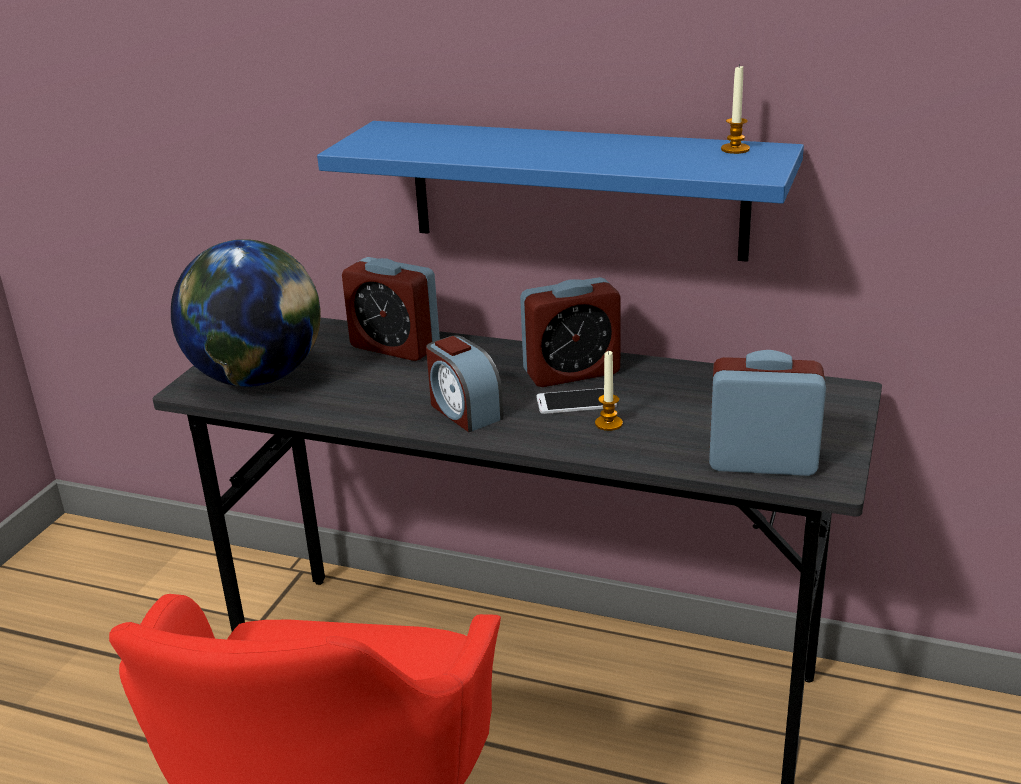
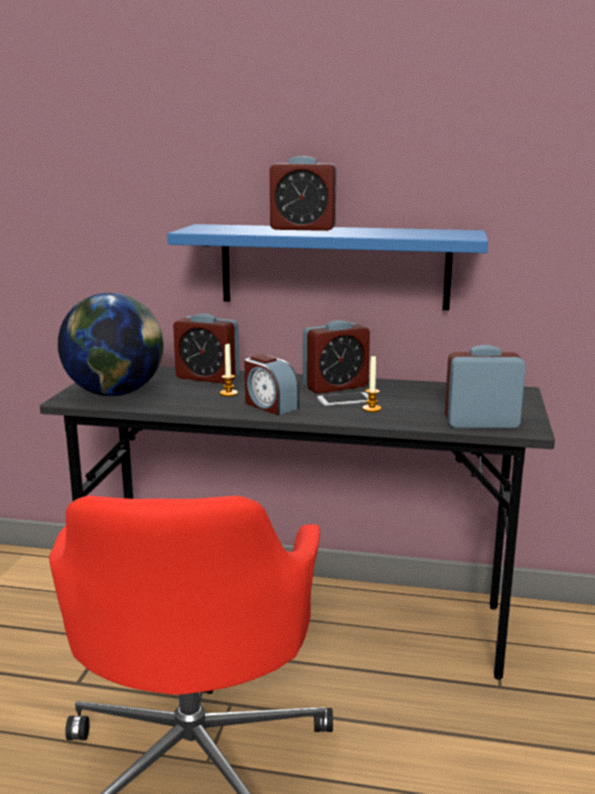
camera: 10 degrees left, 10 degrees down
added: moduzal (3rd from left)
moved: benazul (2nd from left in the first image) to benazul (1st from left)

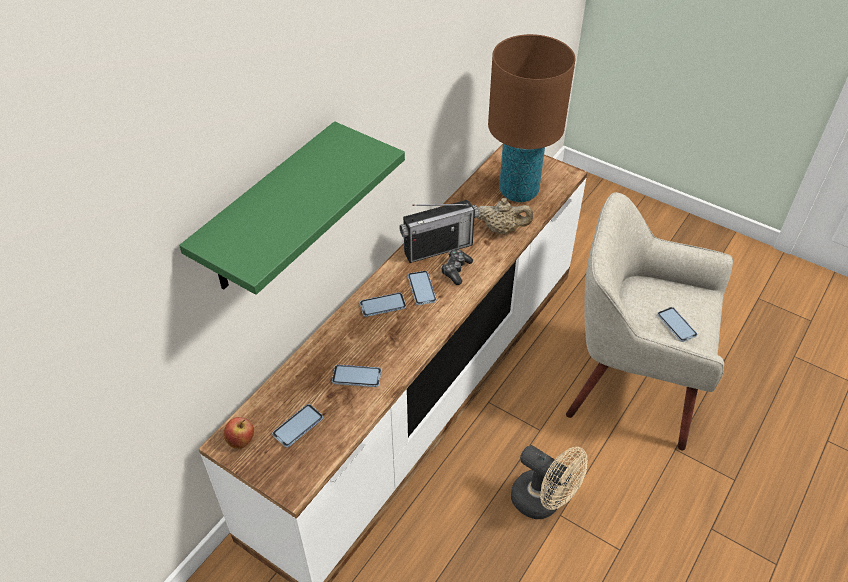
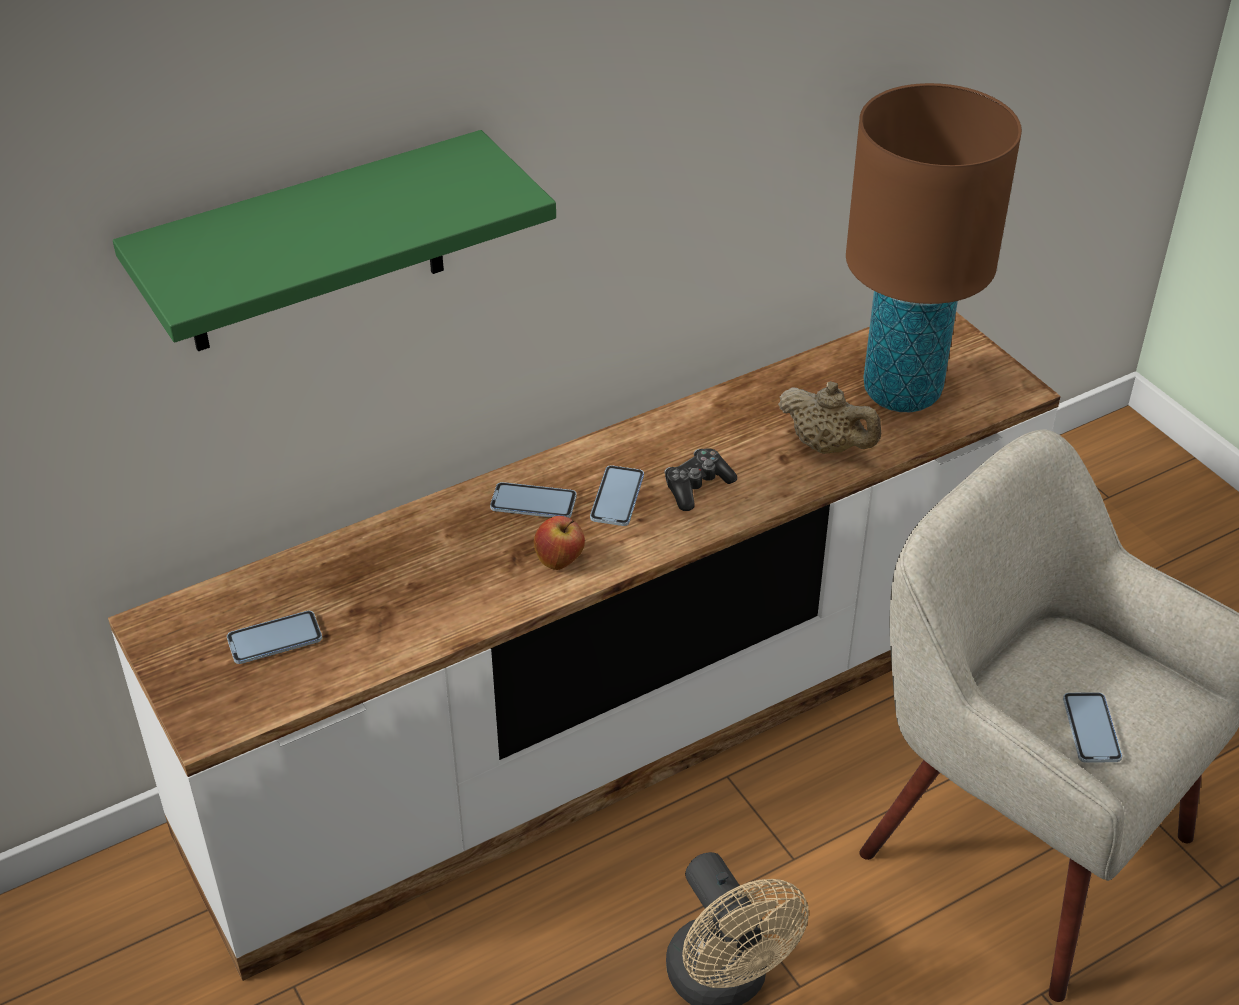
camera: 25 degrees right, 5 degrees down
removed: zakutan (2nd from left); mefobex
moved: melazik

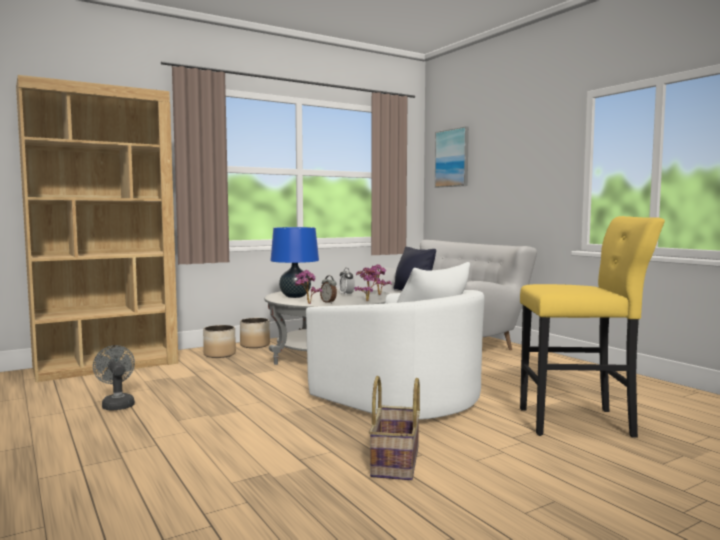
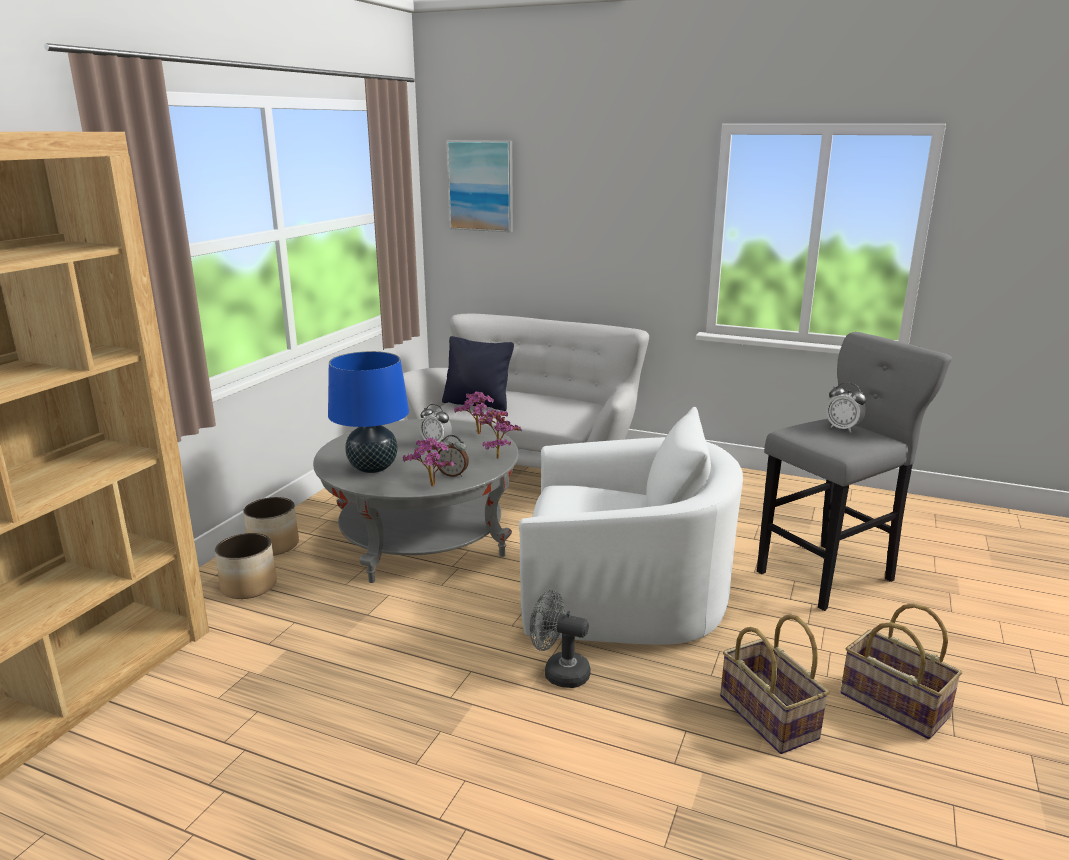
camera: 35 degrees left, 15 degrees up
added: moduzal (3rd from left); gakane (2nd from left)
moved: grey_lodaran
recoloured: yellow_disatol to grey_disatol

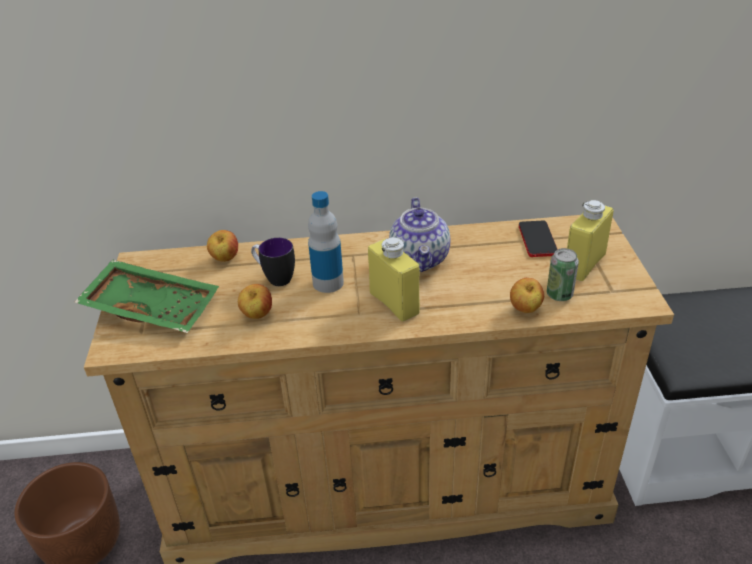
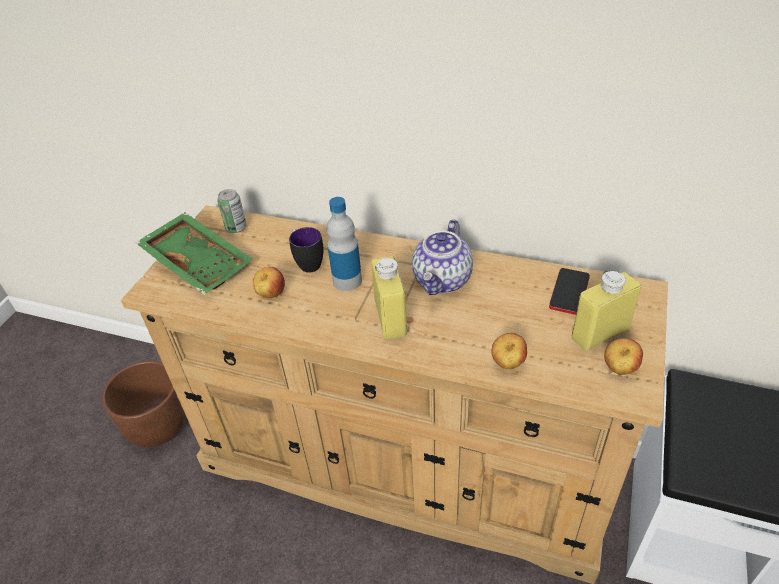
camera: 25 degrees right, 5 degrees up
moved: melazik (1st from left in the first image) to melazik (3rd from left); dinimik

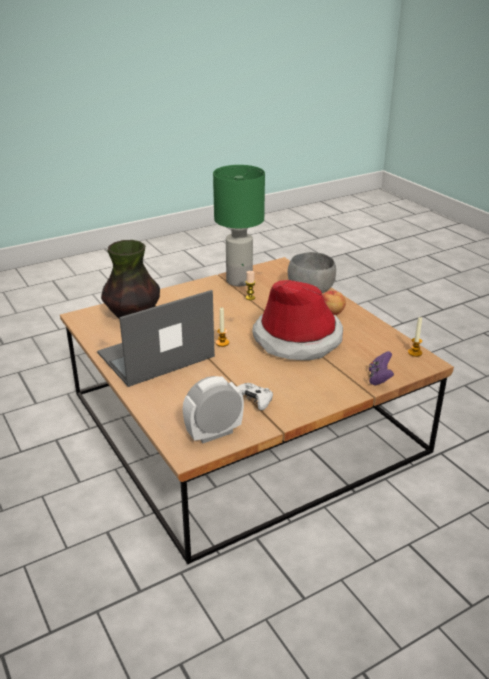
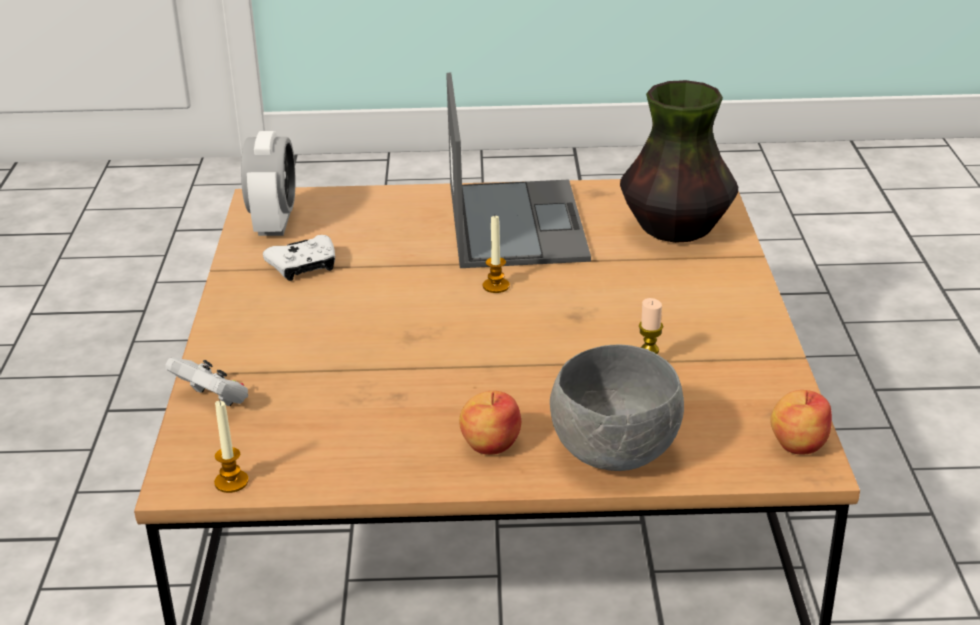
camera: 120 degrees right, 0 degrees up
removed: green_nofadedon; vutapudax
added: melazik (2nd from left)
recoloured: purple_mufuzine to white_mufuzine (1st from left)

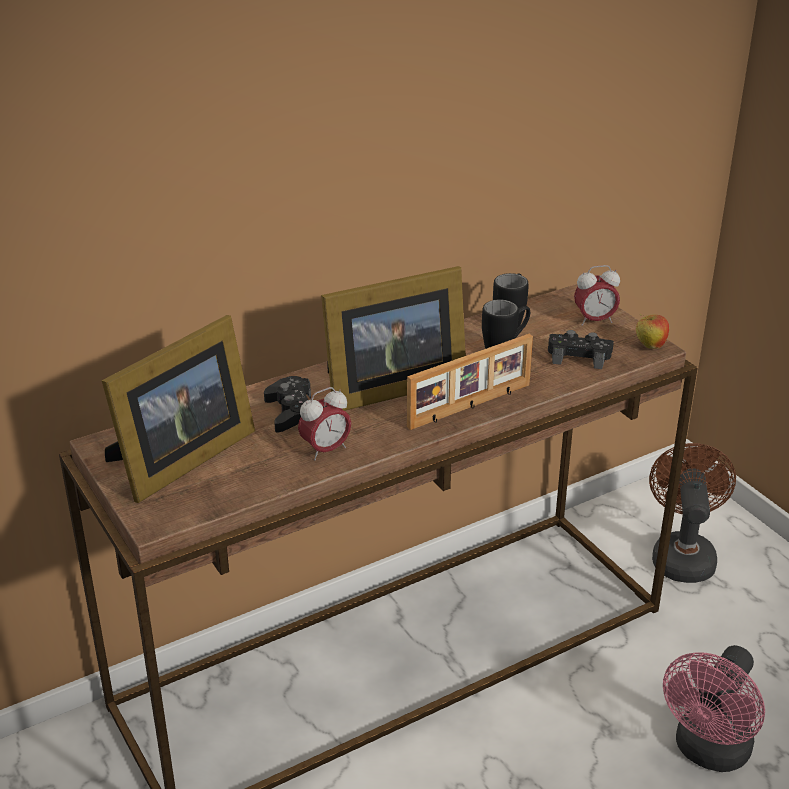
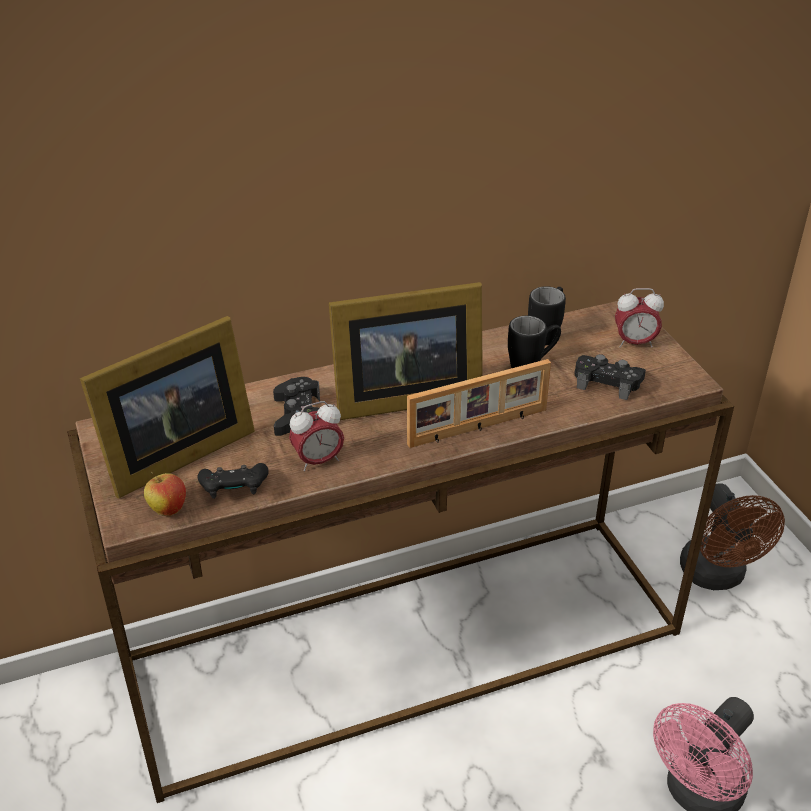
camera: 10 degrees right, 5 degrees up
added: black_mufuzine (1st from left)
moved: melazik
turned: brown_lodaran 150 degrees clockwise

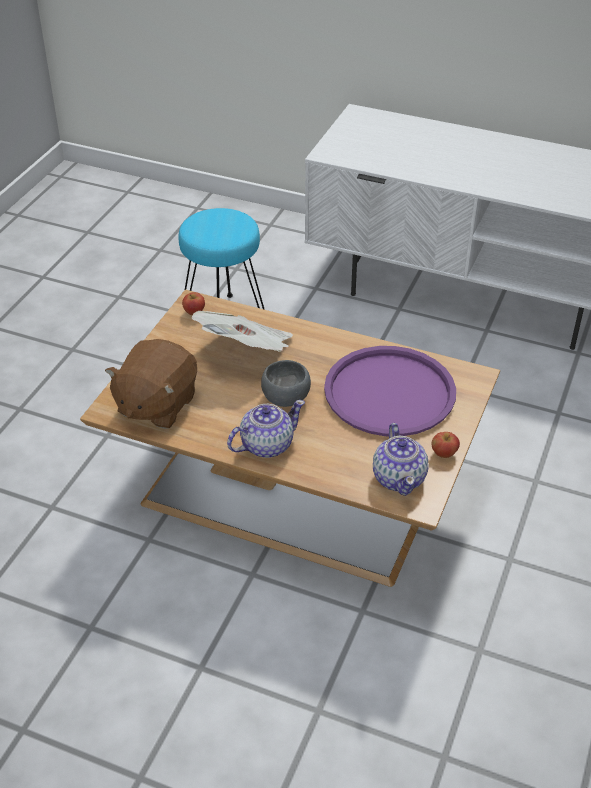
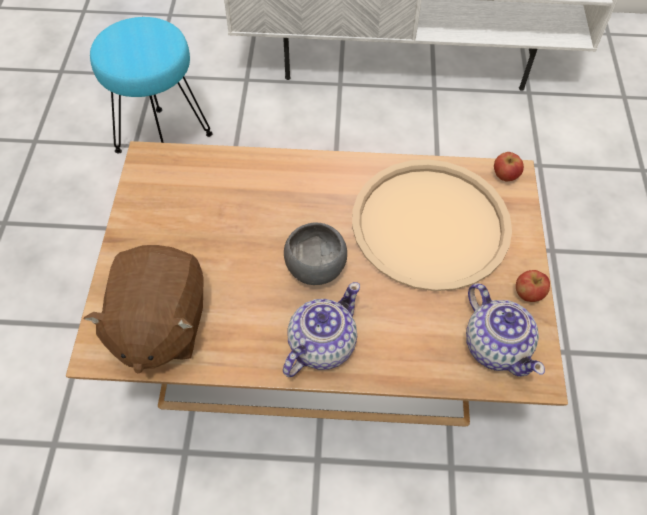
camera: 20 degrees left, 15 degrees up
removed: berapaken
moved: melazik (1st from left)
recoloured: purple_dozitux to beige_dozitux

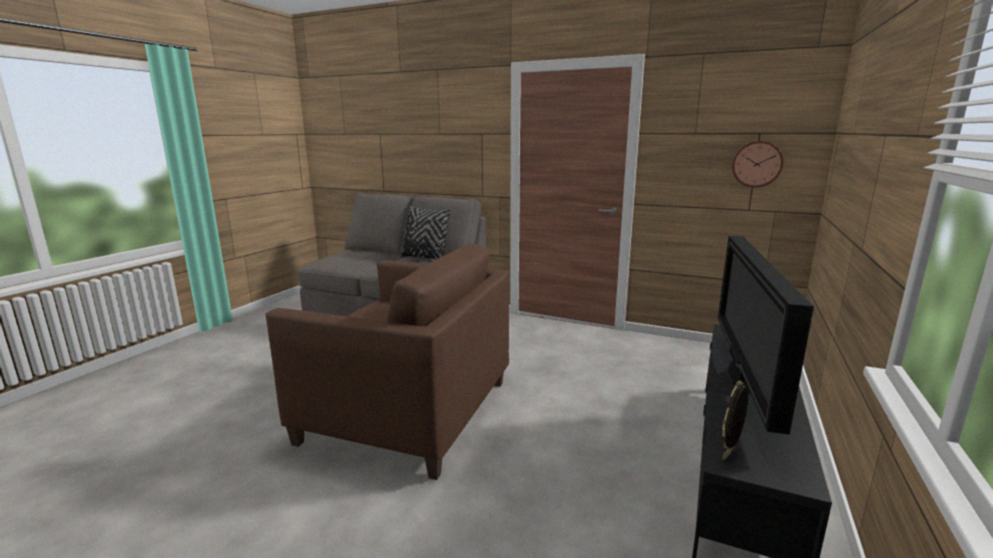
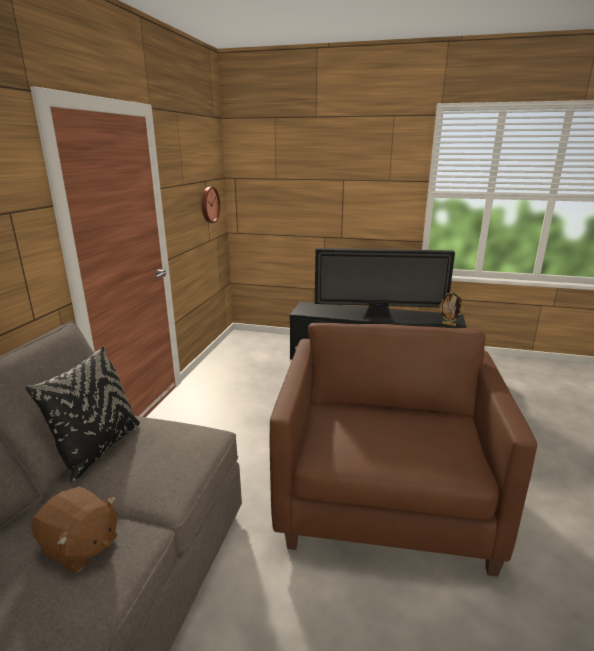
camera: 100 degrees left, 5 degrees up
added: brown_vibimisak

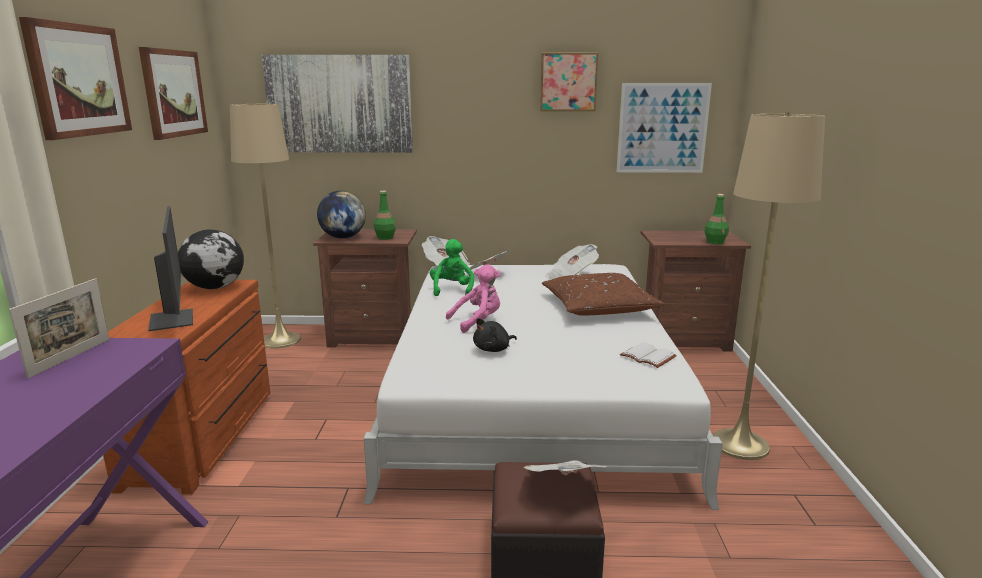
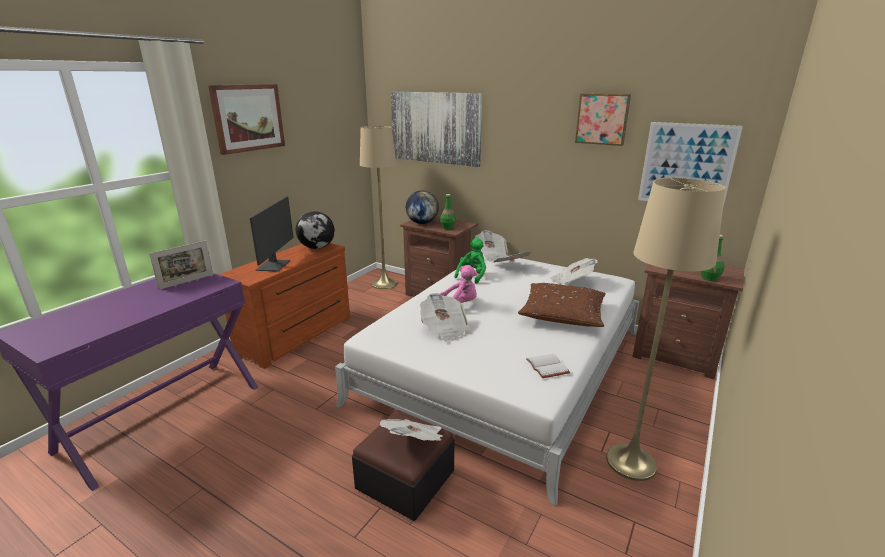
camera: 30 degrees right, 5 degrees up
removed: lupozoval (2nd from left)
replaced: black_vibimisak to berapaken (2nd from left)

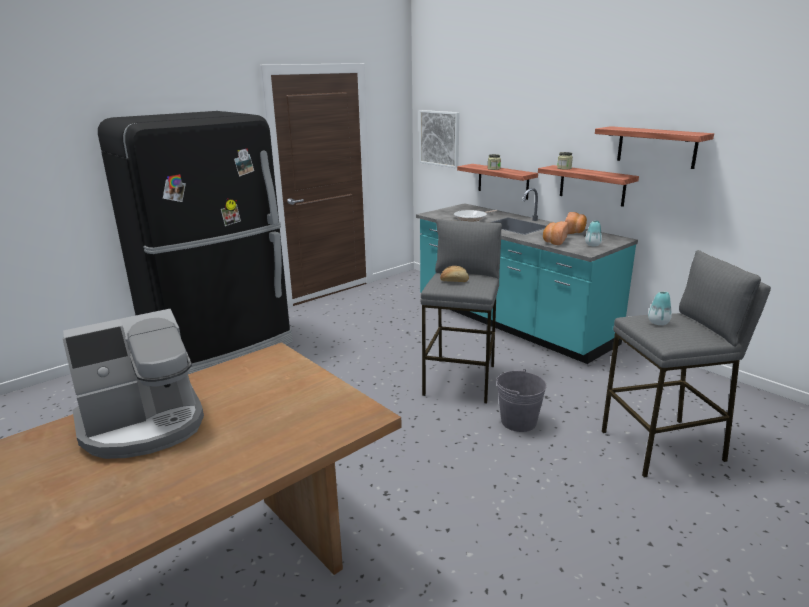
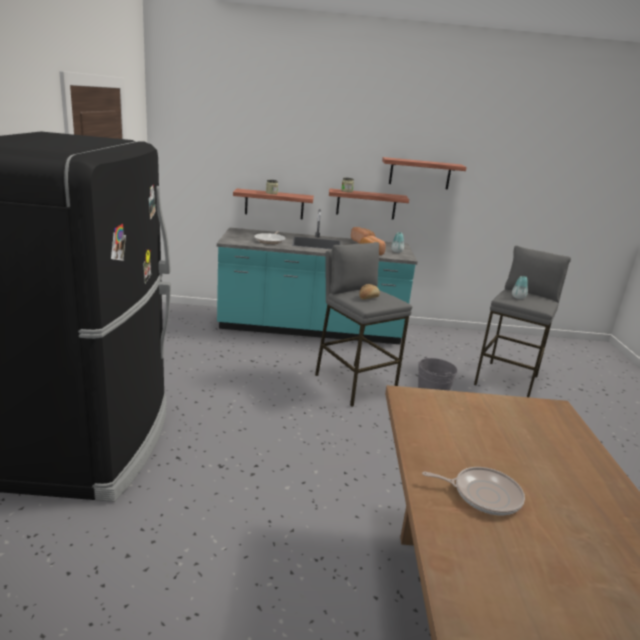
camera: 50 degrees left, 0 degrees up
removed: lupozoval
replaced: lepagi to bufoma (2nd from left)

